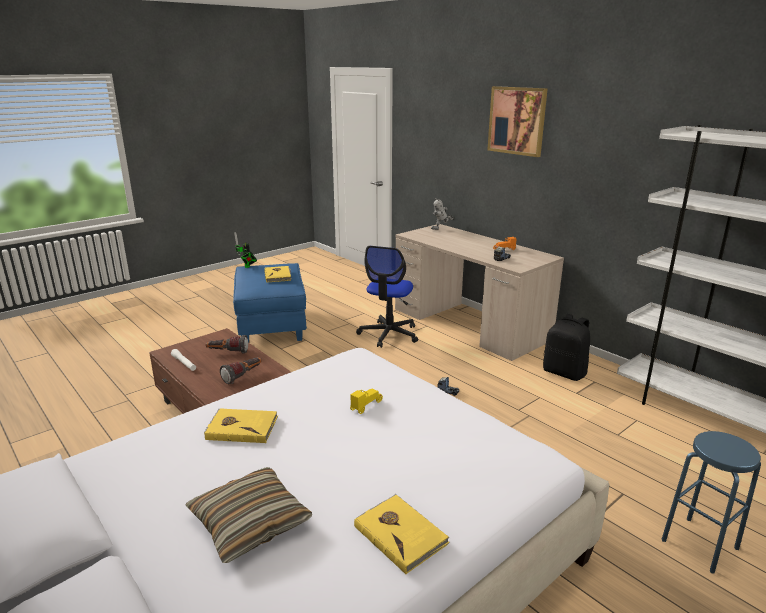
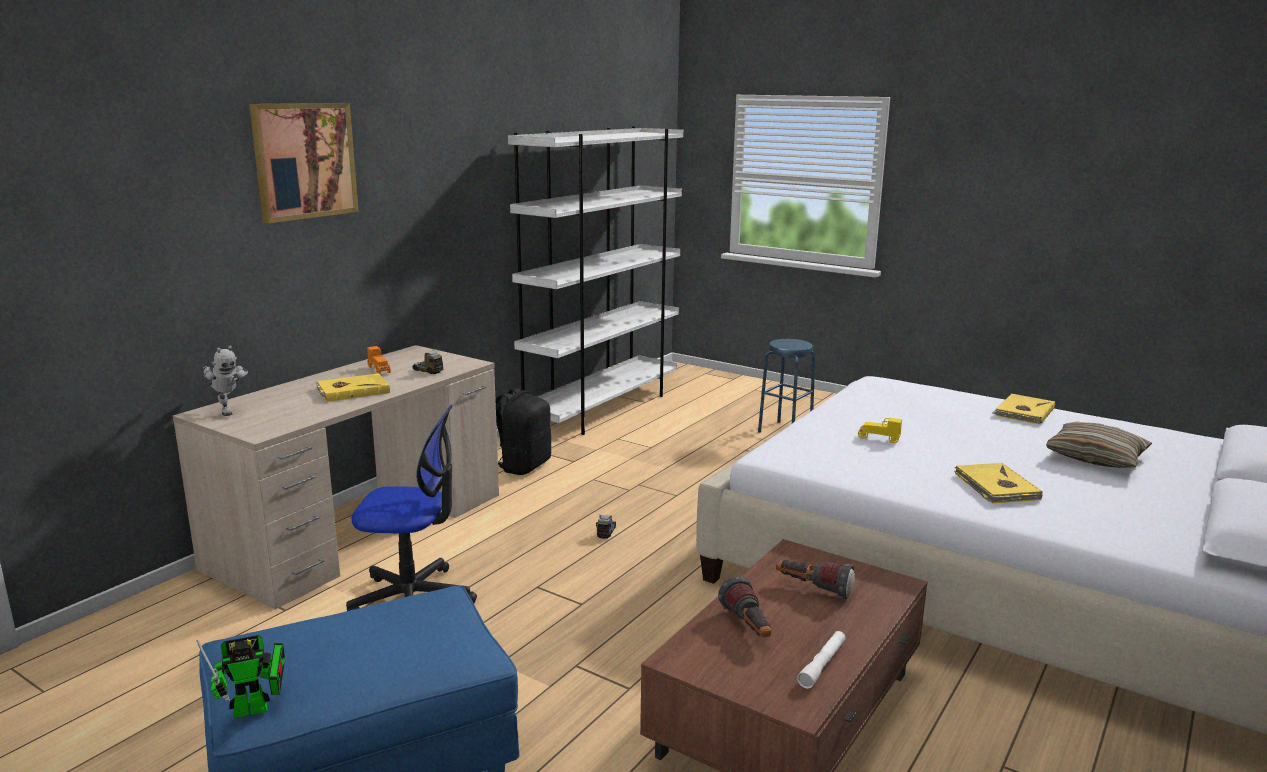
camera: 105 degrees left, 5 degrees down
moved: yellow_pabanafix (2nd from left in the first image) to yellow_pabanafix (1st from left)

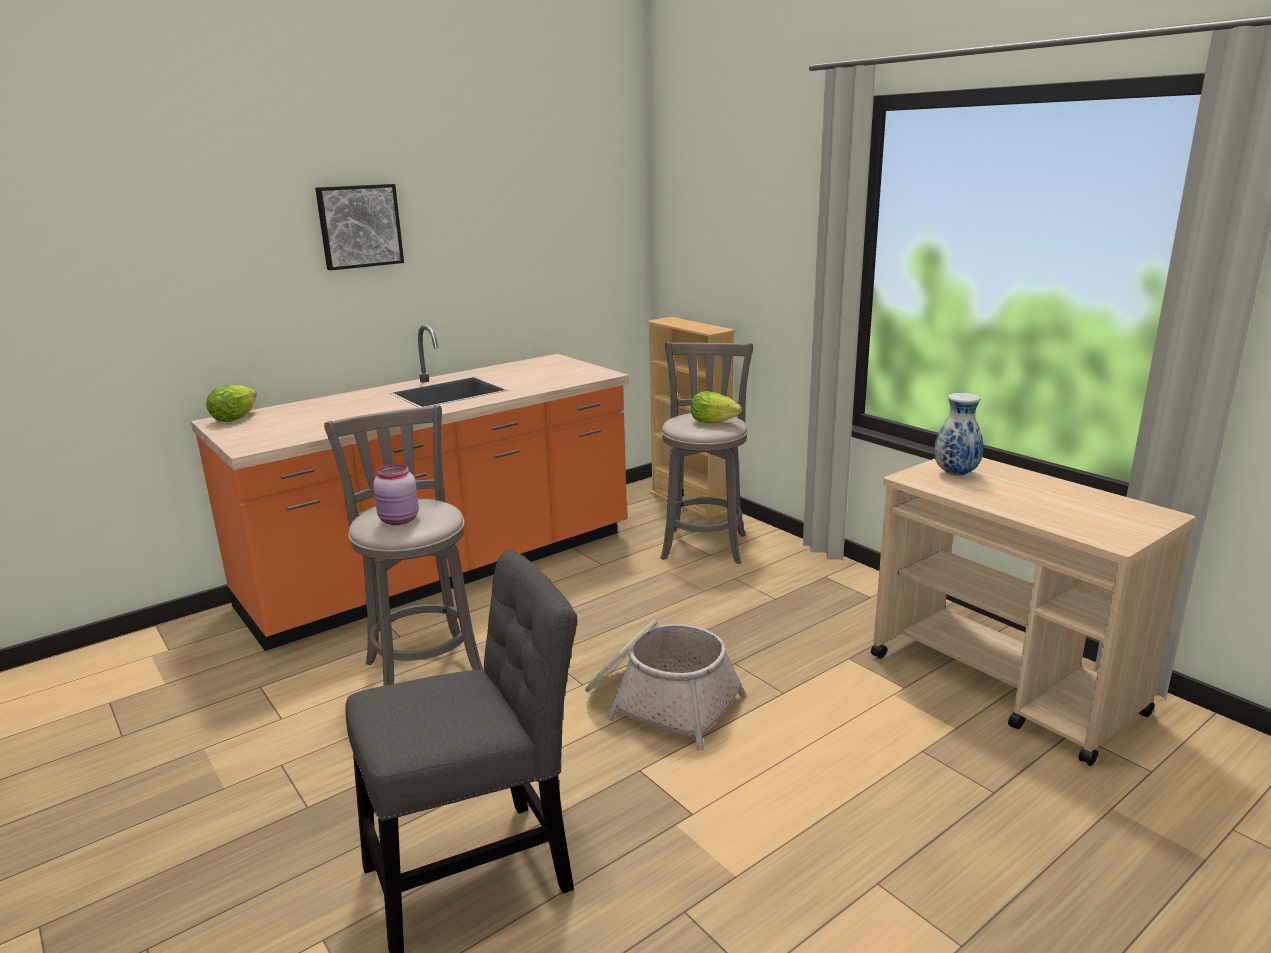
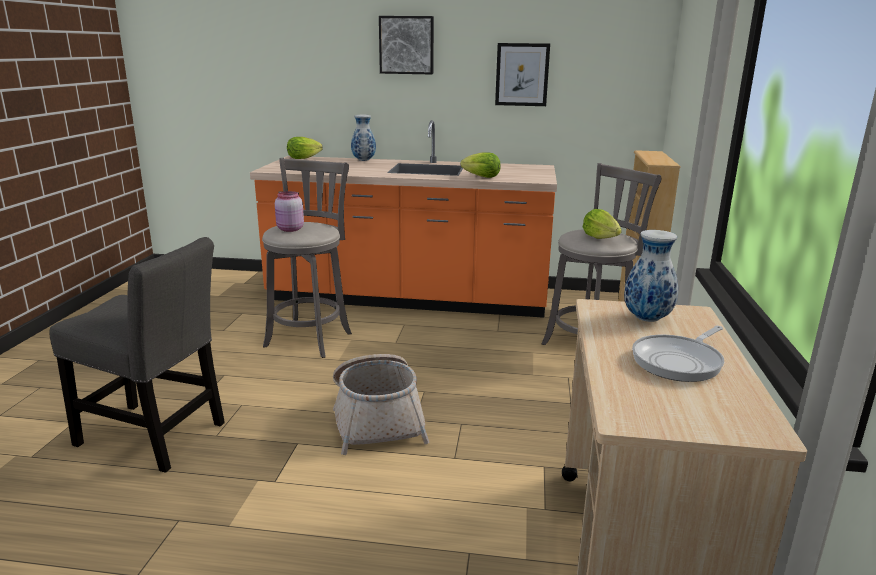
camera: 45 degrees right, 0 degrees up
added: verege (1st from left); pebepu (2nd from left); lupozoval (2nd from left); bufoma

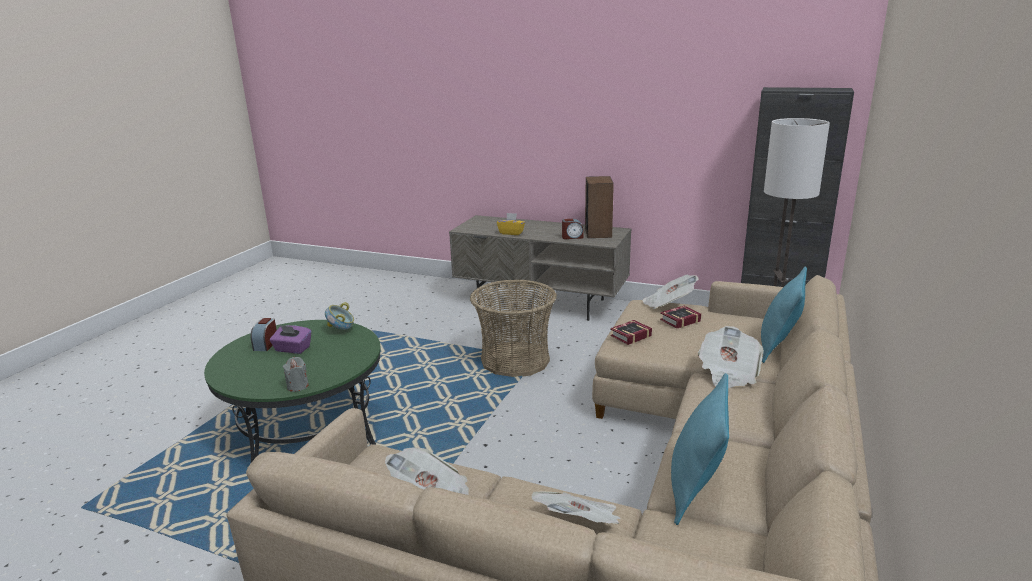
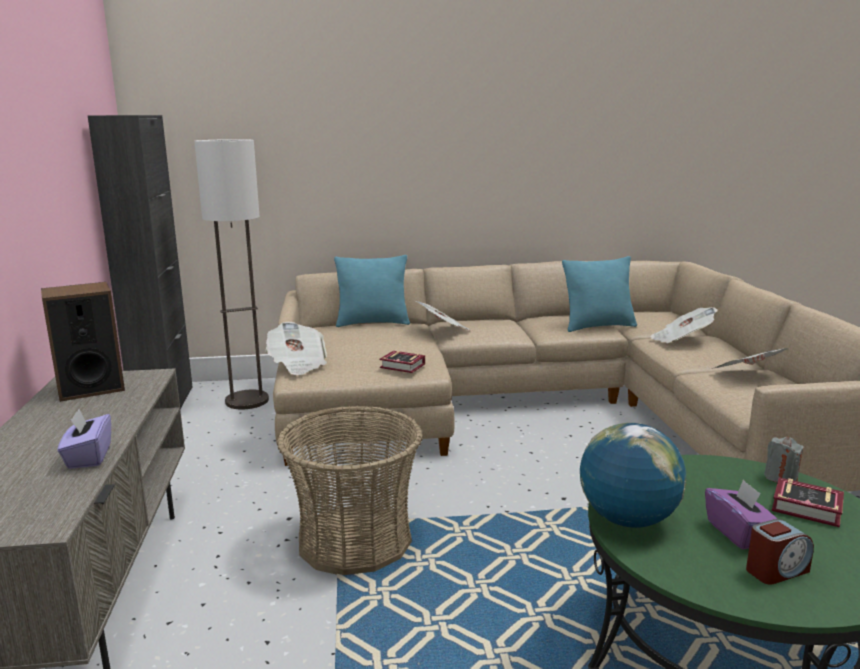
camera: 120 degrees left, 5 degrees down
removed: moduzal (2nd from left)
moved: pabanafix (2nd from left)
replaced: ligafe to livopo
recoloured: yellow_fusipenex to purple_fusipenex (1st from left)

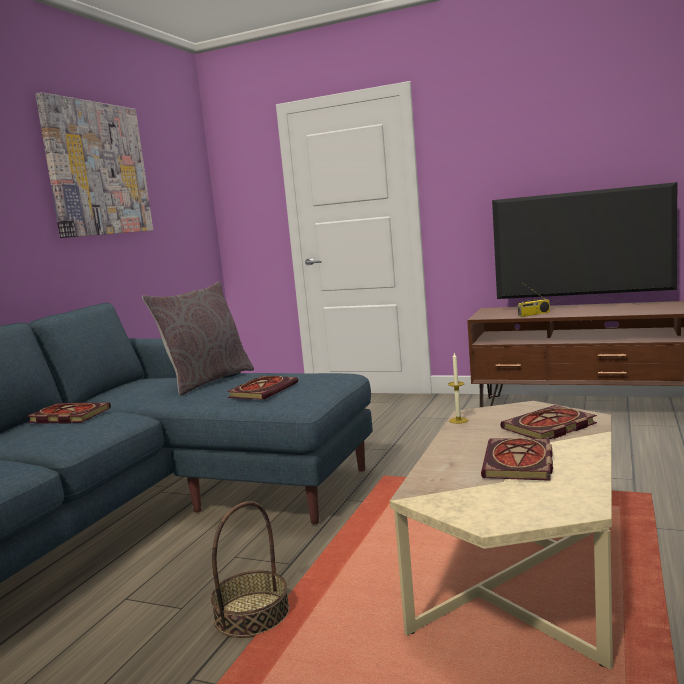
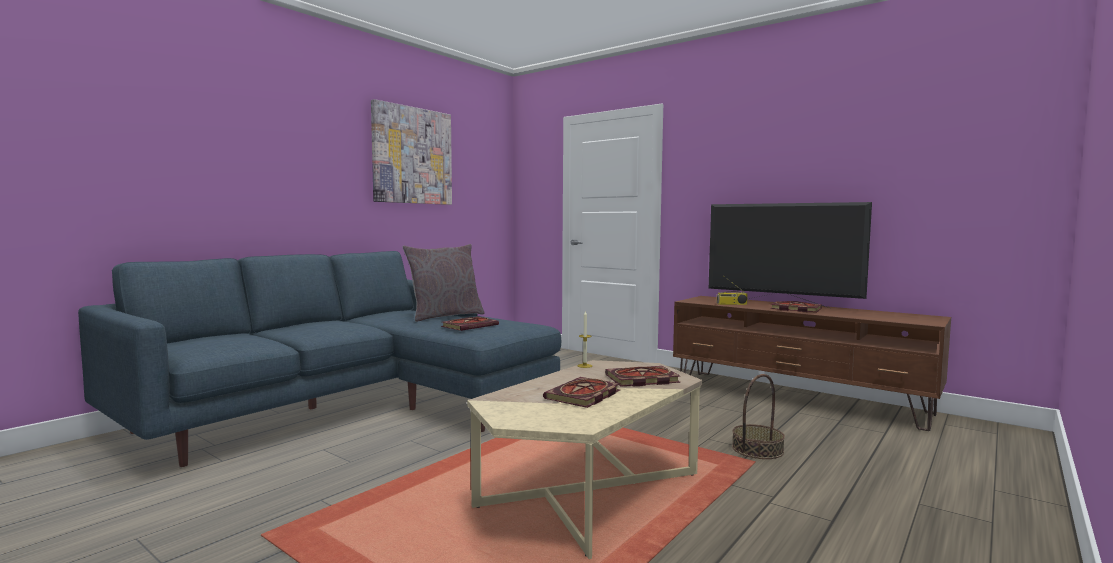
camera: 15 degrees right, 5 degrees down
moved: pabanafix (1st from left in the first image) to pabanafix (4th from left); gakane

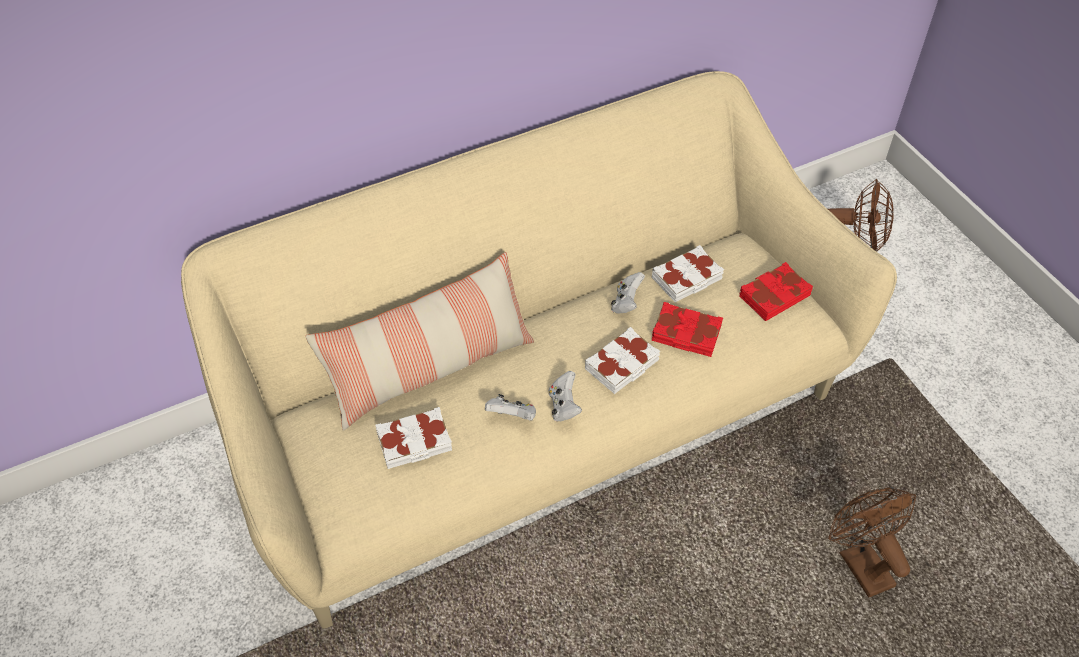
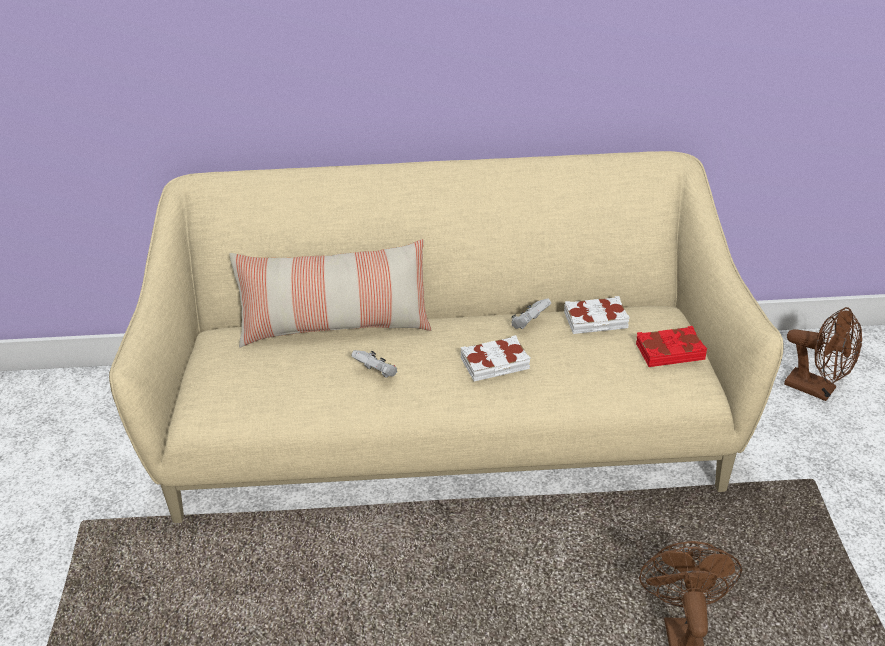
camera: 25 degrees right, 15 degrees down
removed: white_pabanafix (1st from left); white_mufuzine (2nd from left); red_pabanafix (1st from left)

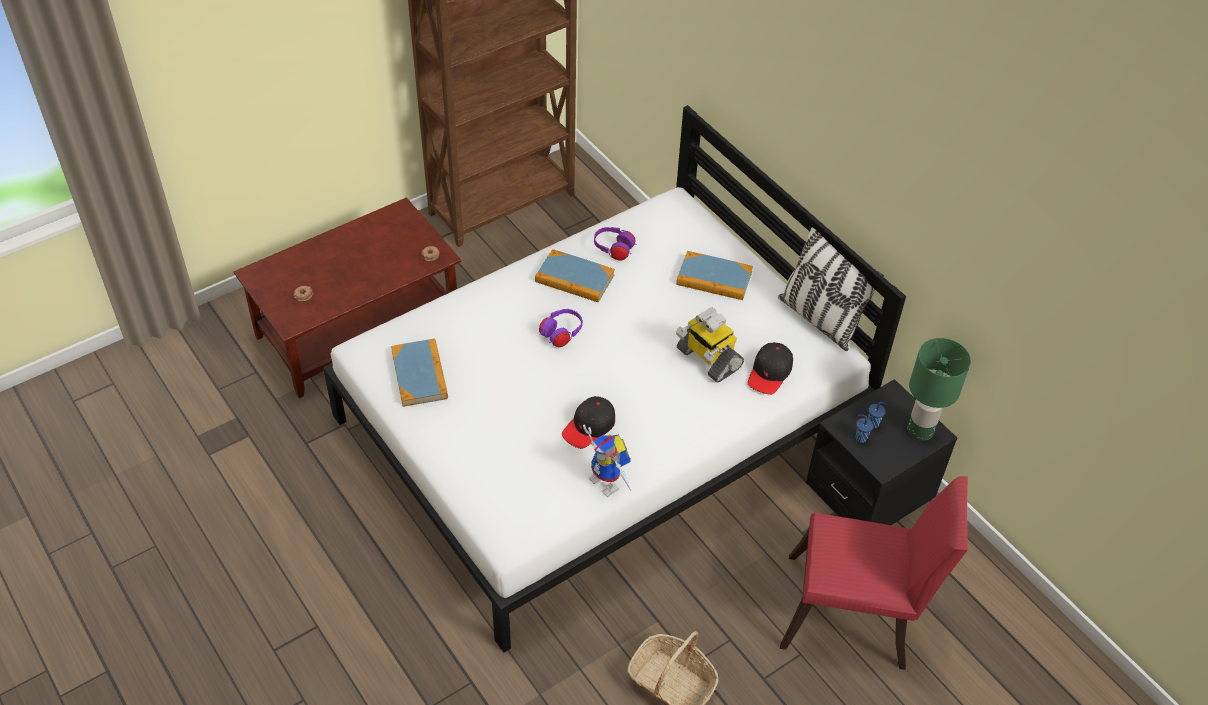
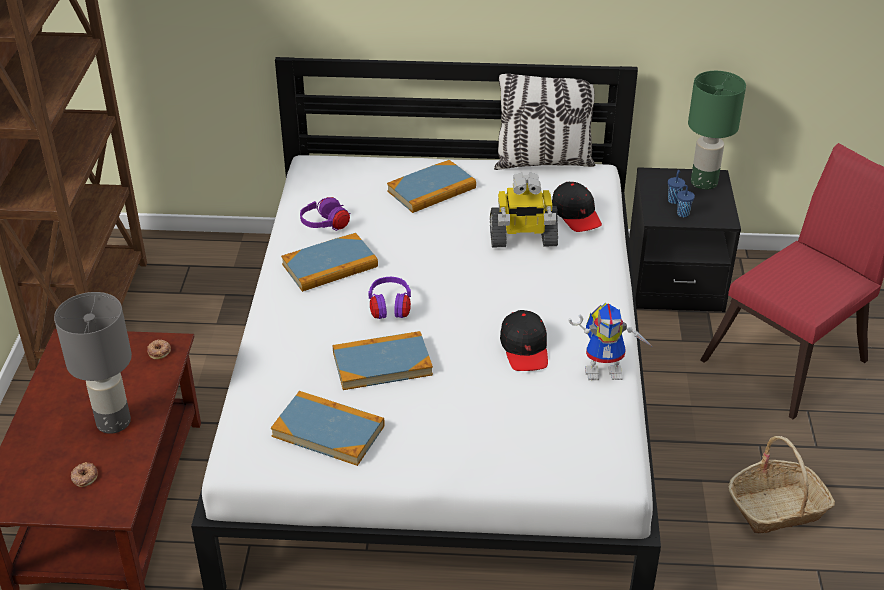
camera: 50 degrees left, 10 degrees down
added: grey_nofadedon; pabanafix (3rd from left)

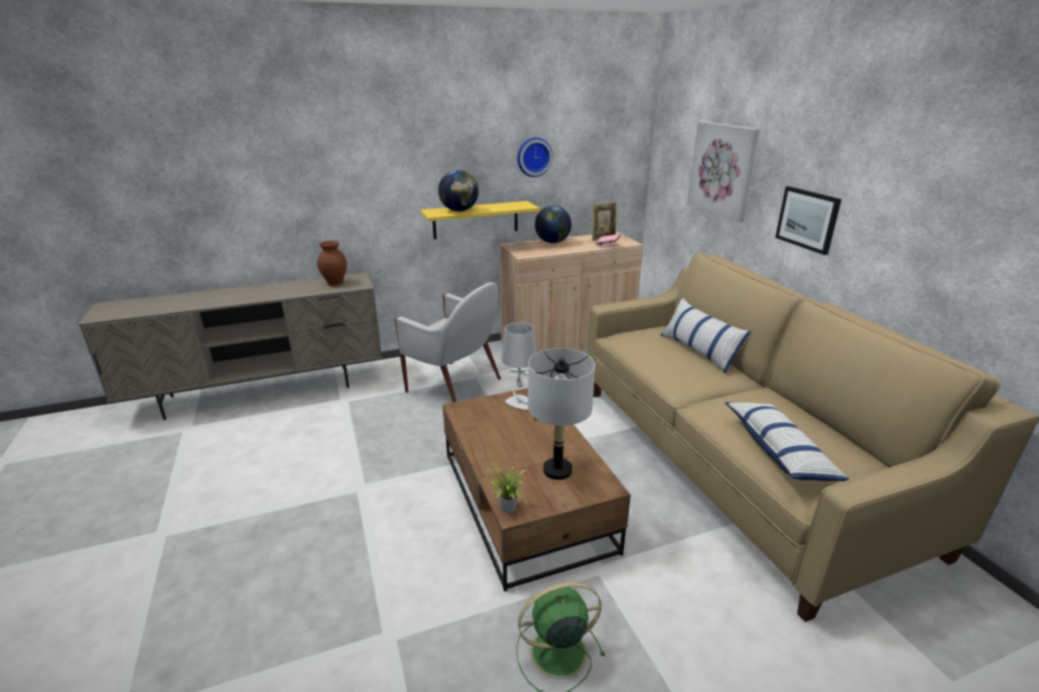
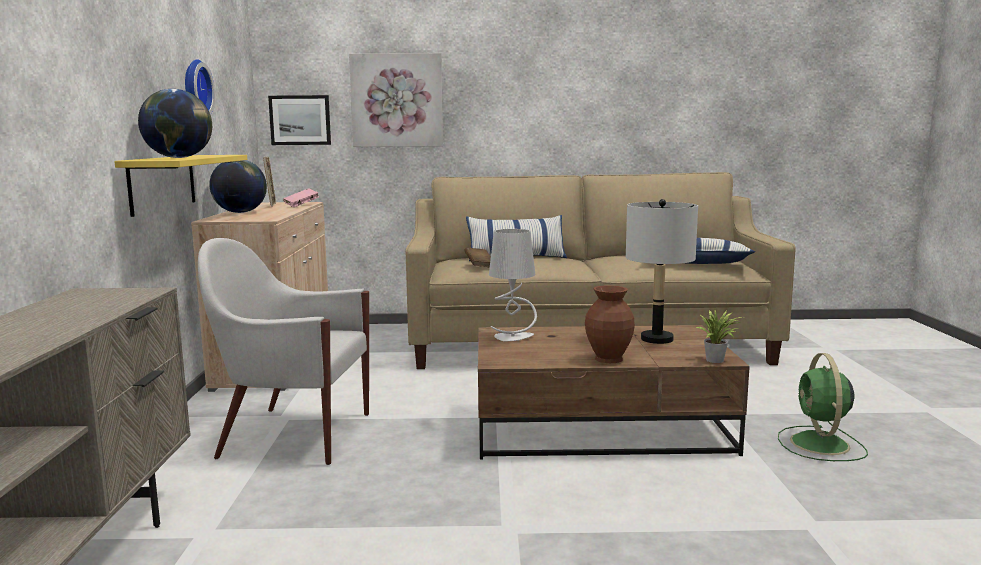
camera: 70 degrees left, 15 degrees down
added: brown_pabanafix
moved: brown_verege; lupozoval (2nd from left in the first image) to lupozoval (1st from left)
turned: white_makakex 135 degrees counterclockwise

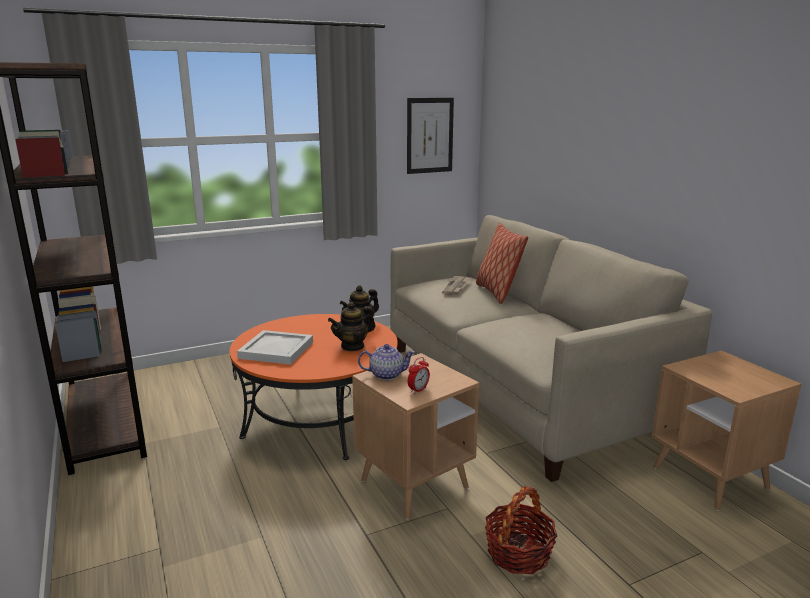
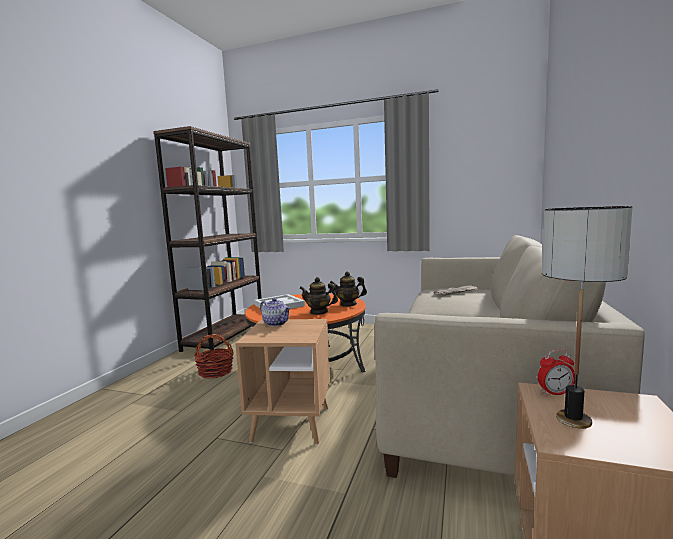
camera: 45 degrees right, 10 degrees down
removed: lupozoval; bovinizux
added: nofadedon
moved: moduzal; gakane

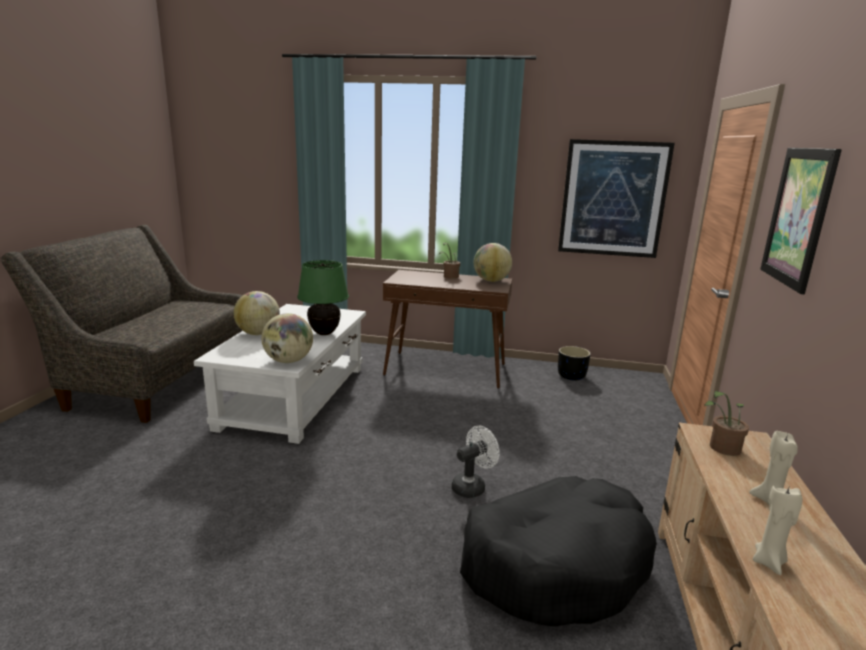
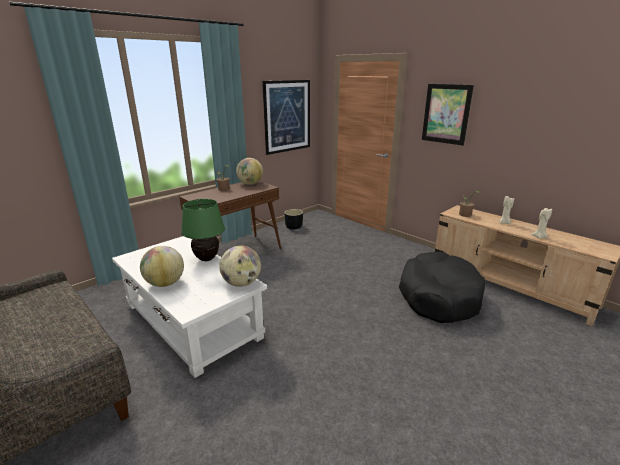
camera: 55 degrees left, 5 degrees up
removed: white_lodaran

